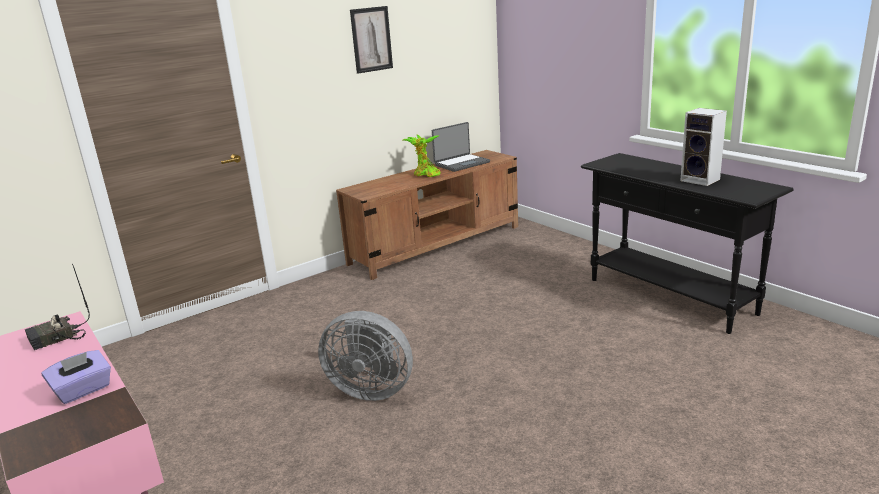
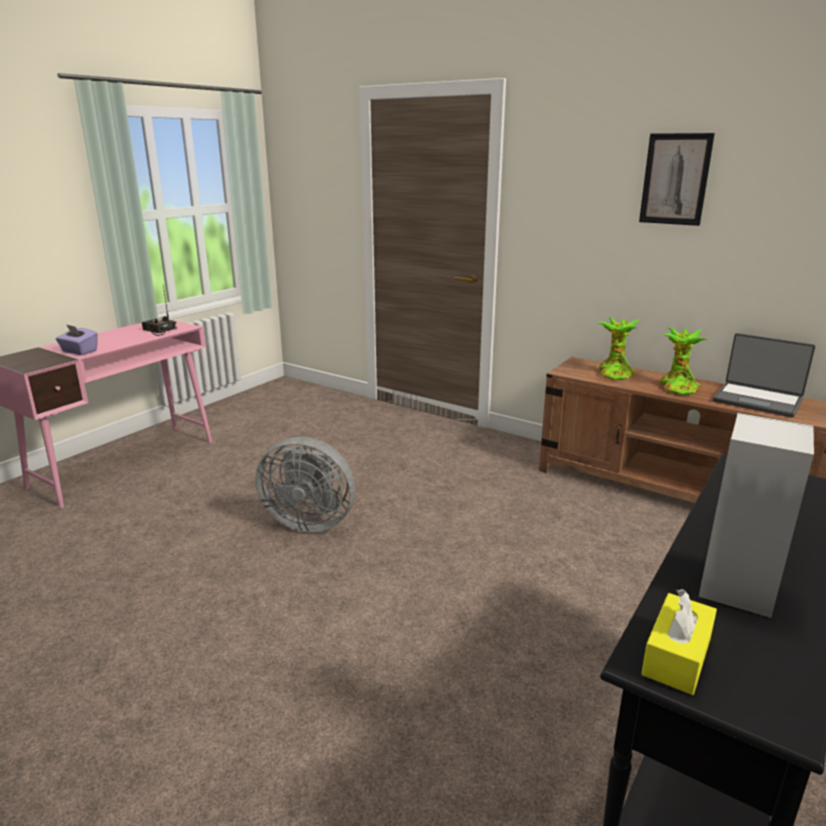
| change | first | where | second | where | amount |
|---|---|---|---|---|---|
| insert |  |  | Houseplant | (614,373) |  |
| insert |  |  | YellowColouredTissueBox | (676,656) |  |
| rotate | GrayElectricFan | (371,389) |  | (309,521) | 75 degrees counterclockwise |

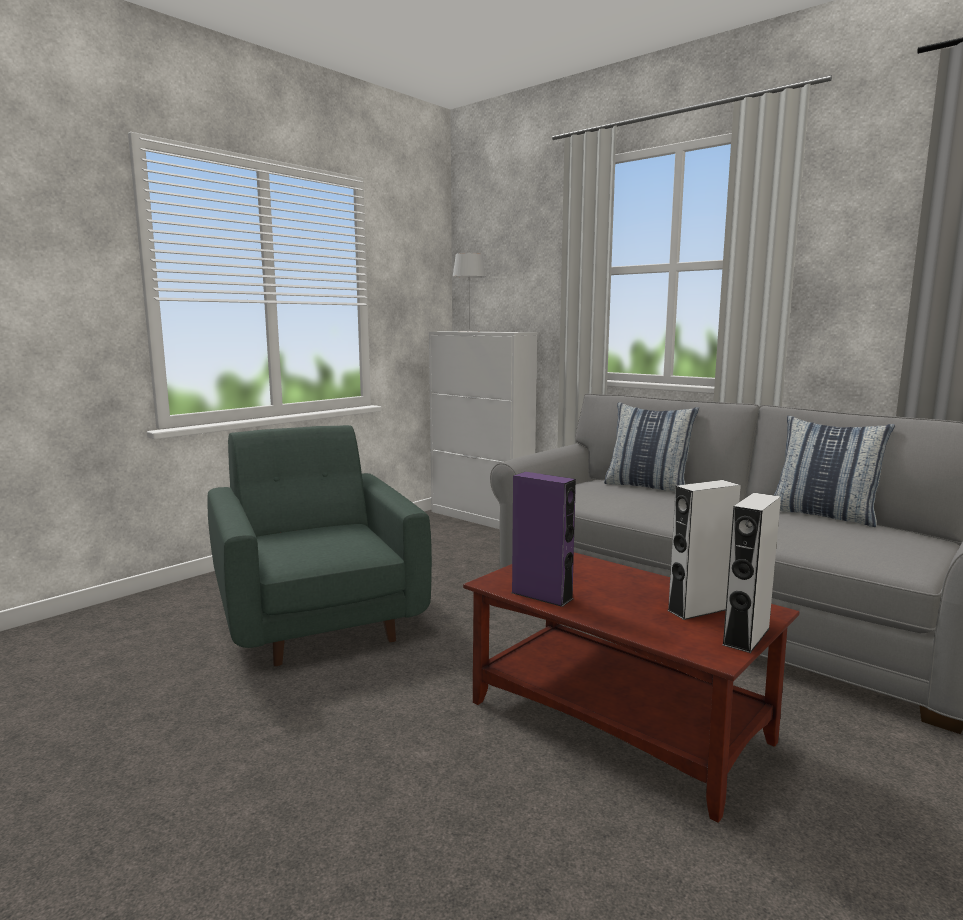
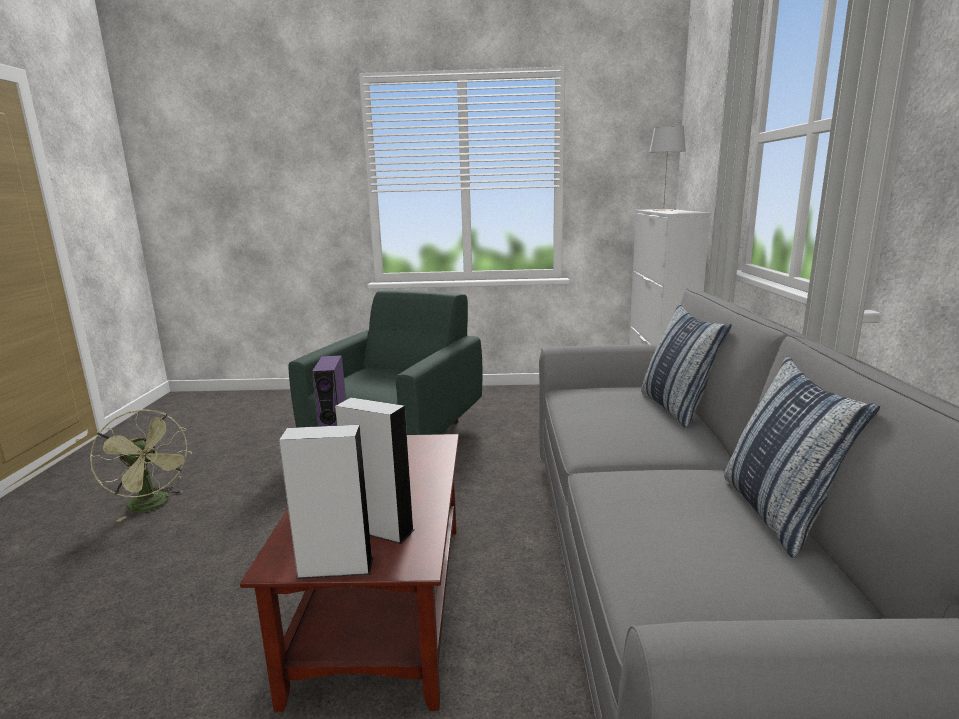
| change | first | where | second | where | amount |
|---|---|---|---|---|---|
| insert |  |  | GreenElectricFan | (154,505) |  |

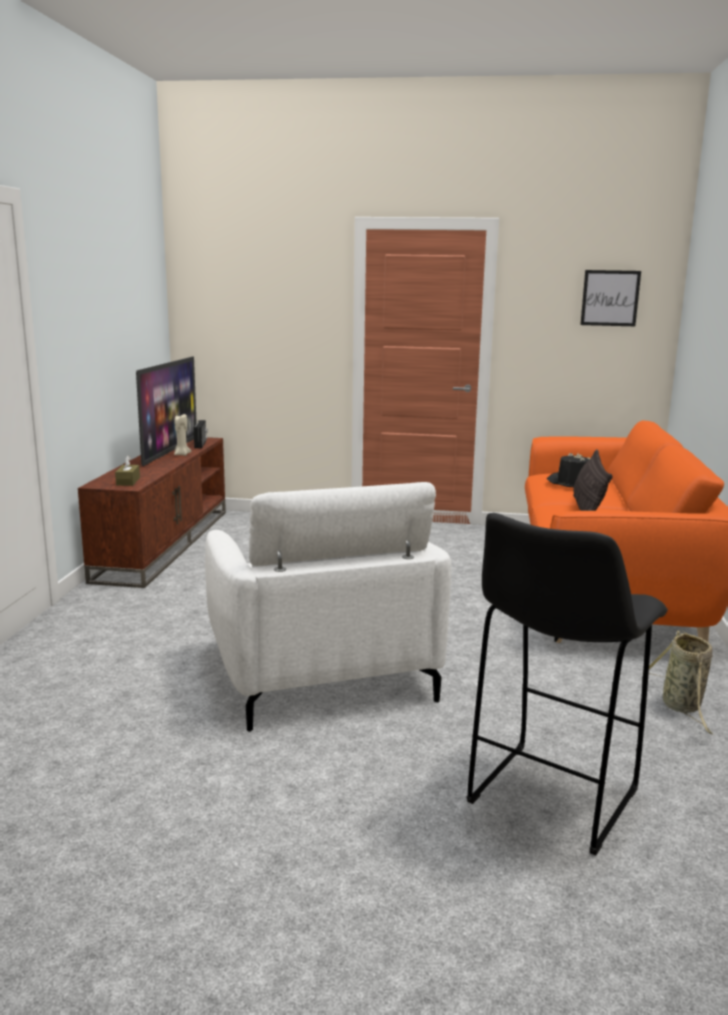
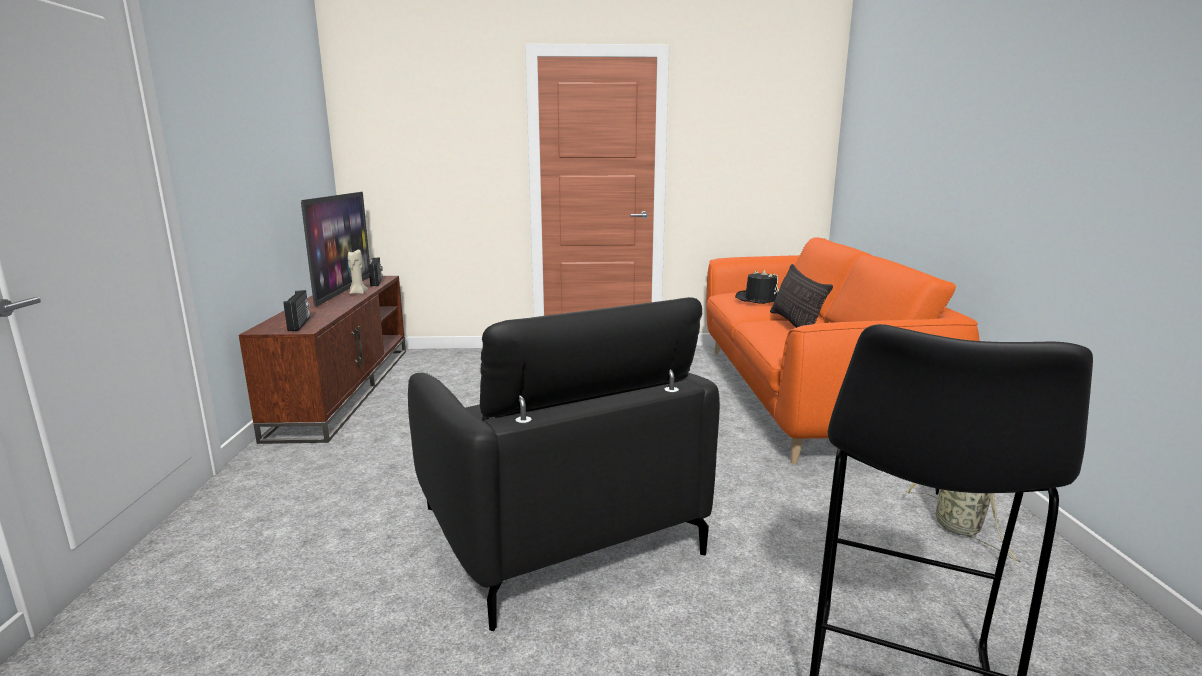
| change | first | where | second | where | amount |
|---|---|---|---|---|---|
| delete | Picture | (610,298) |  |  |  |
| replace | BrownTissueBox | (128,481) | RadioSet | (300,324) |  |
| recolor | WhiteColouredArmchair | (321,671) | BlackColouredArmchair | (557,529) |  |

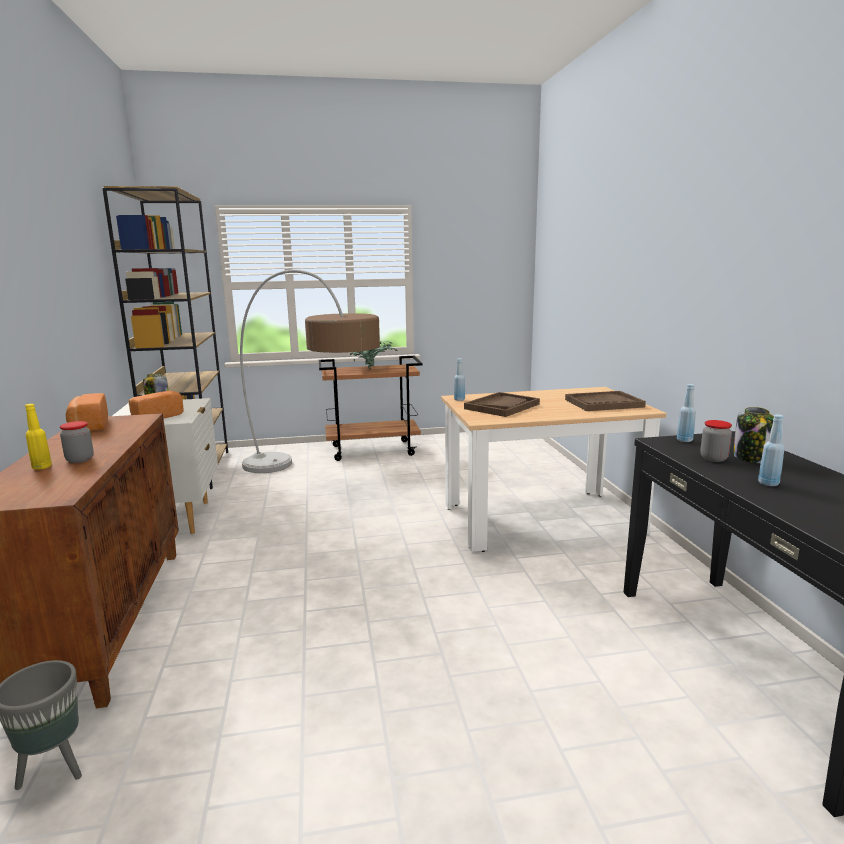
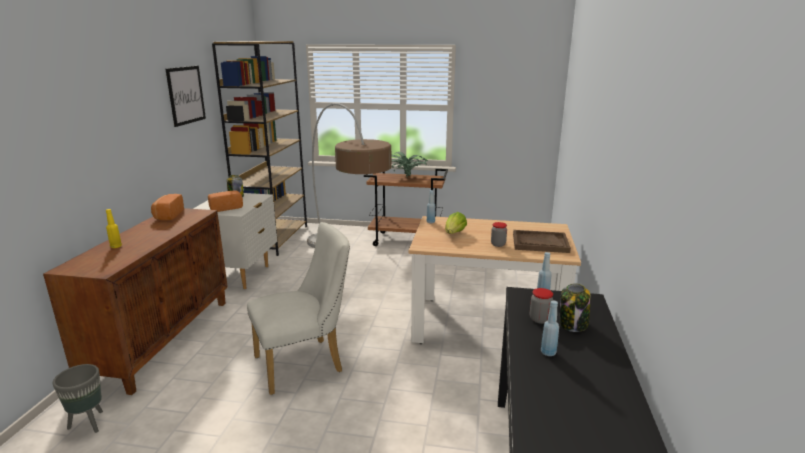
| change | first | where | second | where | amount |
|---|---|---|---|---|---|
| insert |  |  | Picture | (186,95) |  |
| insert |  |  | WhiteColouredChair | (305,363) |  |
| move | StorageJar | (80,459) |  | (498,244) |  |
| replace | BrownCarryingTray | (502,406) | HeadOfLettuce | (454,234) |  |

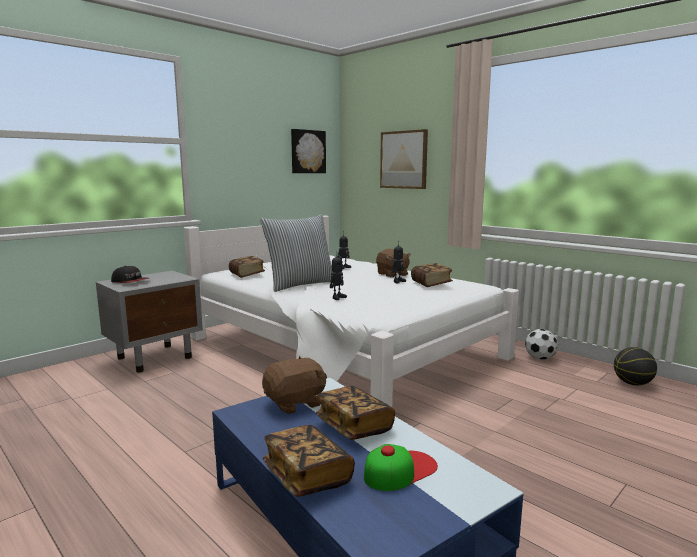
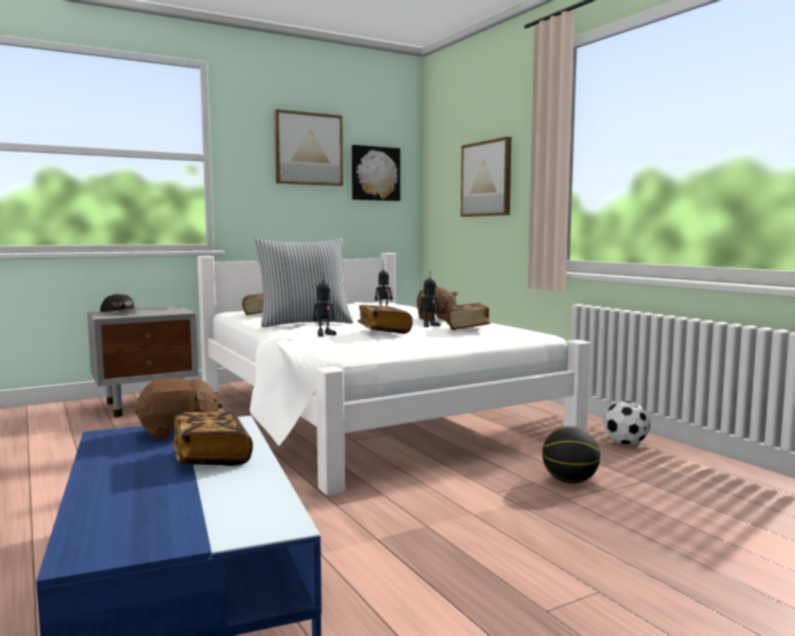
| change | first | where | second | where | amount |
|---|---|---|---|---|---|
| delete | Cap | (400,470) |  |  |  |
| insert |  |  | Picture | (308,149) |  |
| move | Book | (307,476) |  | (384,331) |  |
| move | Basketball | (632,383) |  | (570,481) |  |

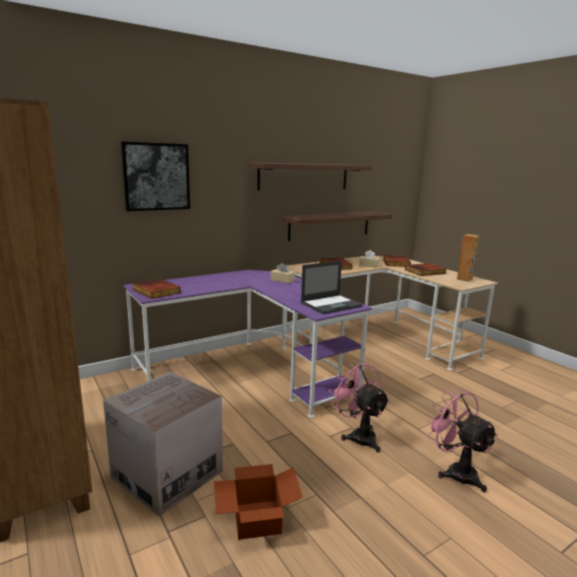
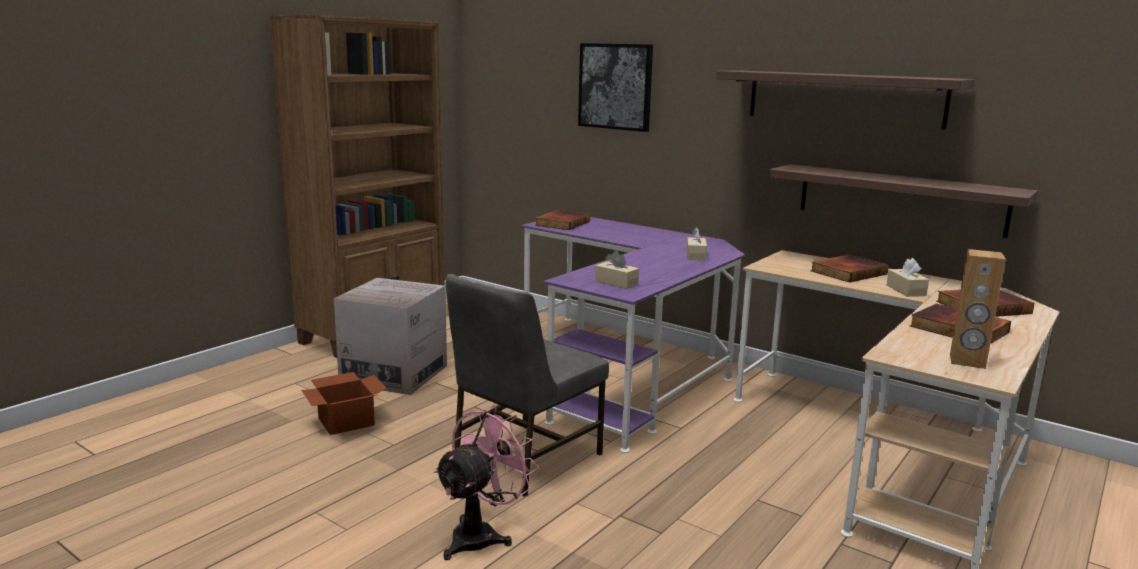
| change | first | where | second | where | amount |
|---|---|---|---|---|---|
| replace | NotebookComputer | (331,304) | BeigeColouredTissueBox | (616,283) |  |
| replace | PinkishElectricFan | (358,435) | GrayChair | (524,458) |  |

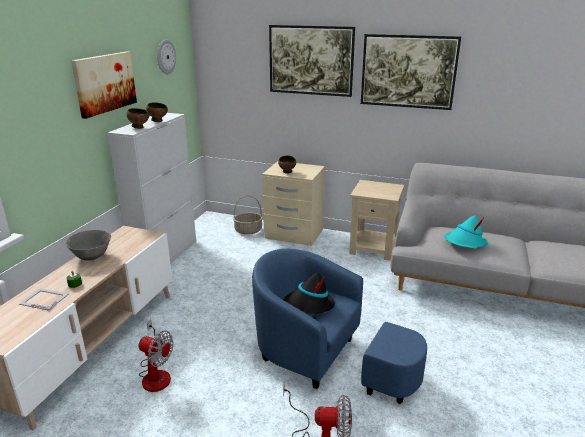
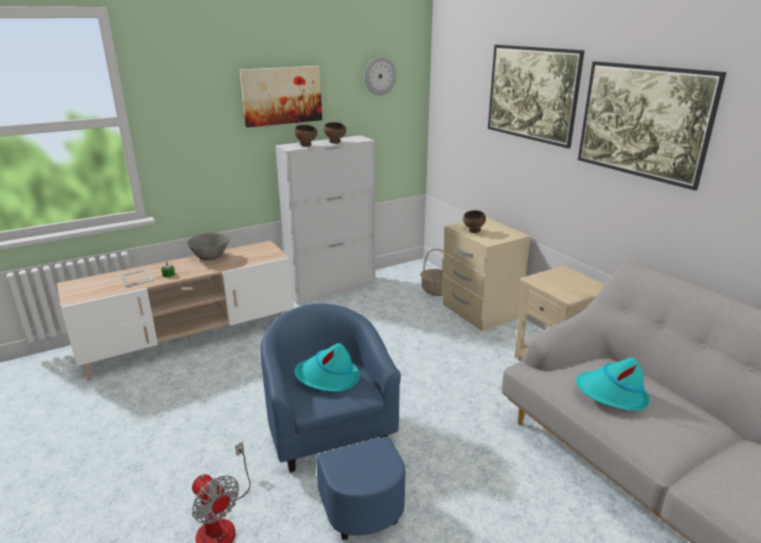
| change | first | where | second | where | amount |
|---|---|---|---|---|---|
| delete | ElectricFan | (156,374) |  |  |  |
| recolor | BlackColouredWearableHat | (308,305) | BlueGreenWearableHat | (327,378) |  |

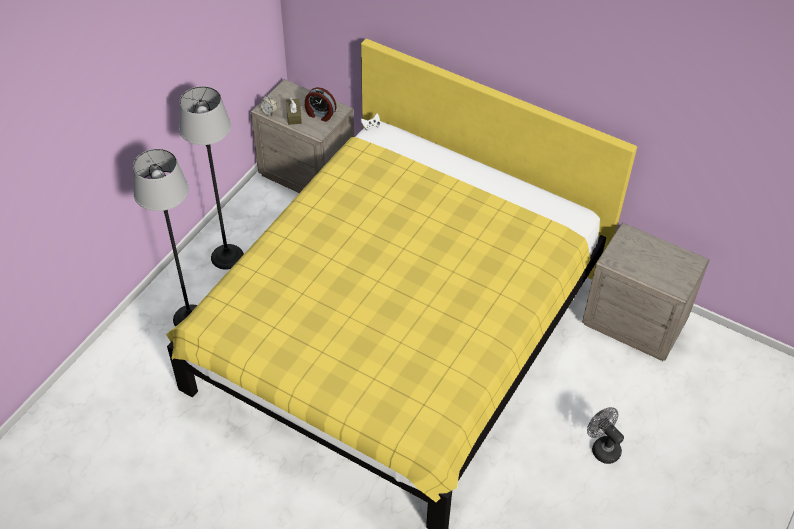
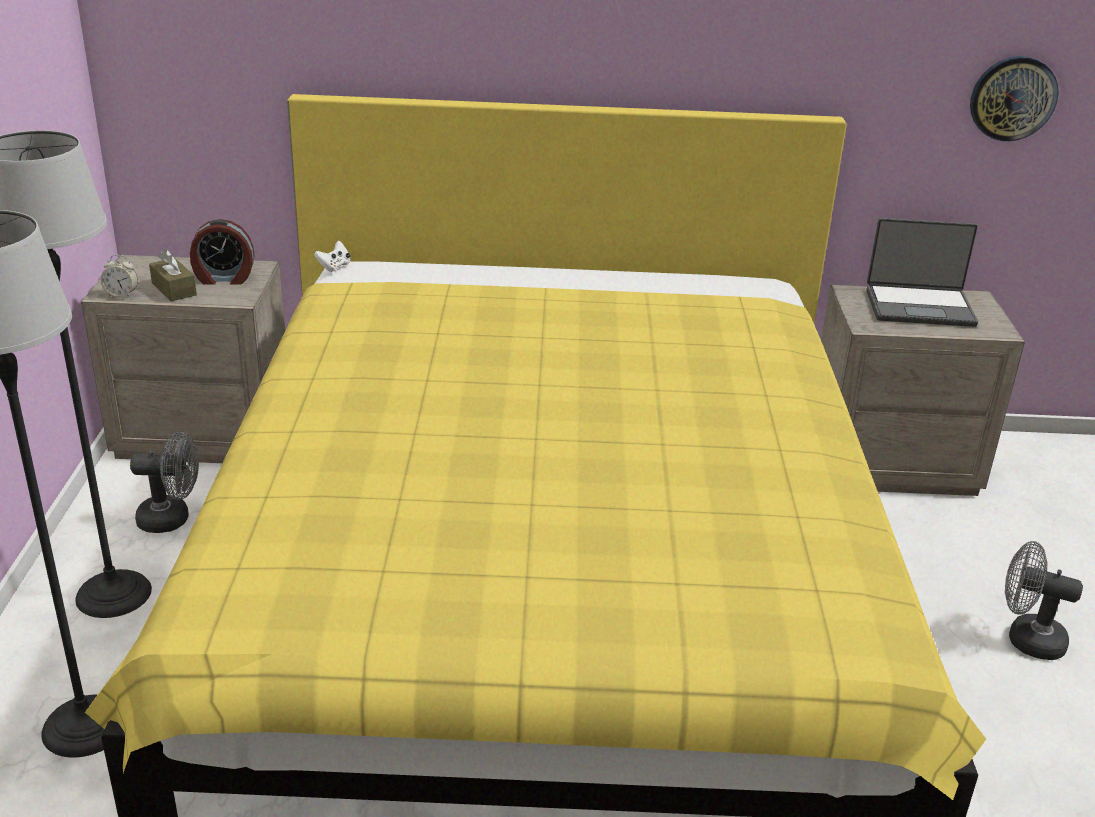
| change | first | where | second | where | amount |
|---|---|---|---|---|---|
| insert |  |  | GrayElectricFan | (172,519) |  |
| insert |  |  | NotebookComputer | (919,306) |  |
| insert |  |  | WallClock | (1012,98) |  |

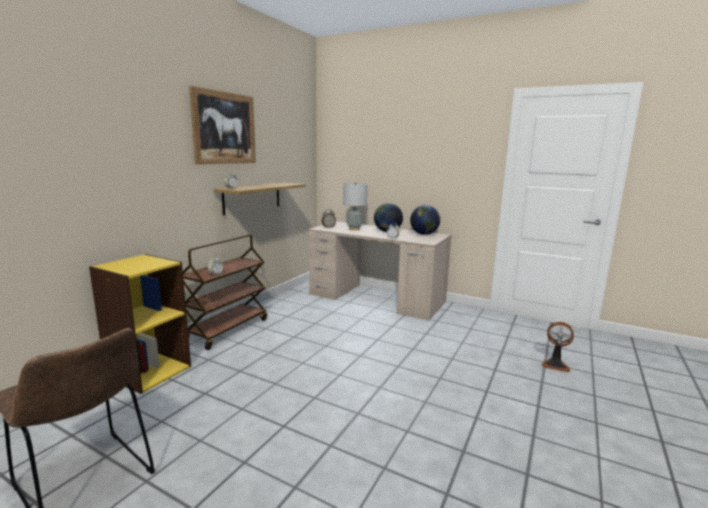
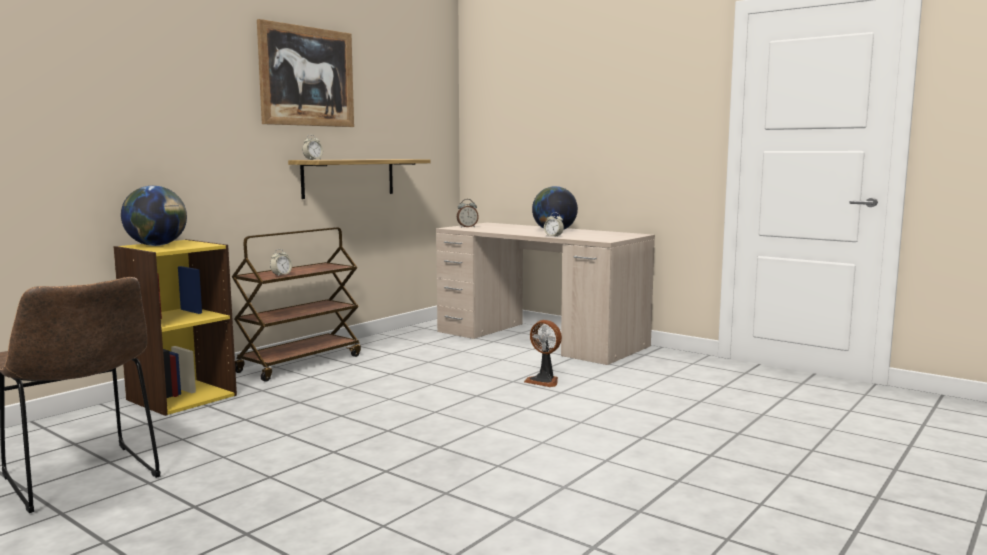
| change | first | where | second | where | amount |
|---|---|---|---|---|---|
| delete | GrayTableLamp | (354,229) |  |  |  |
| move | DeskGlobe | (424,234) |  | (157,245) |  |
| move | ElectricFan | (555,365) |  | (544,381) |  |

